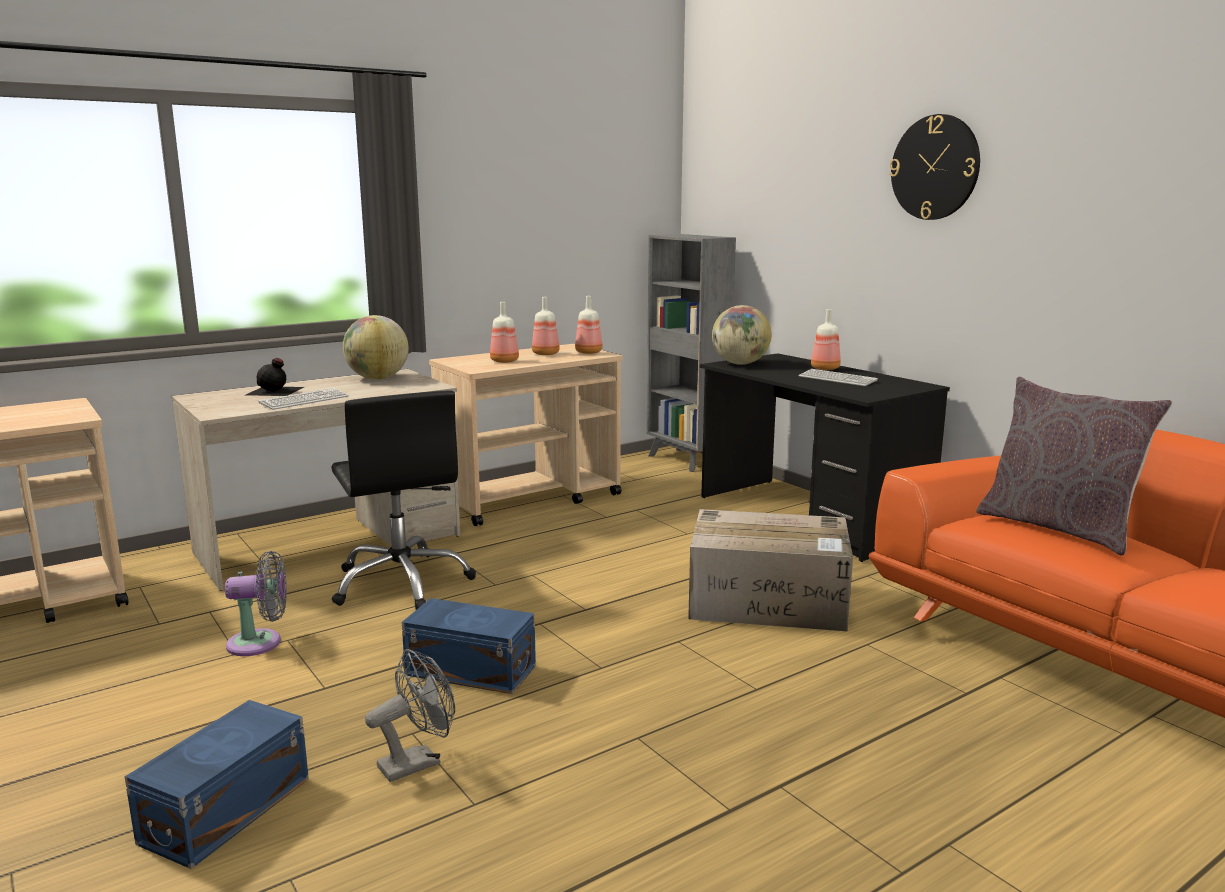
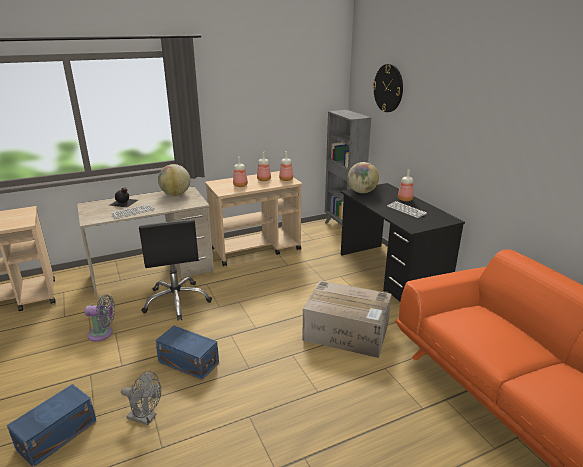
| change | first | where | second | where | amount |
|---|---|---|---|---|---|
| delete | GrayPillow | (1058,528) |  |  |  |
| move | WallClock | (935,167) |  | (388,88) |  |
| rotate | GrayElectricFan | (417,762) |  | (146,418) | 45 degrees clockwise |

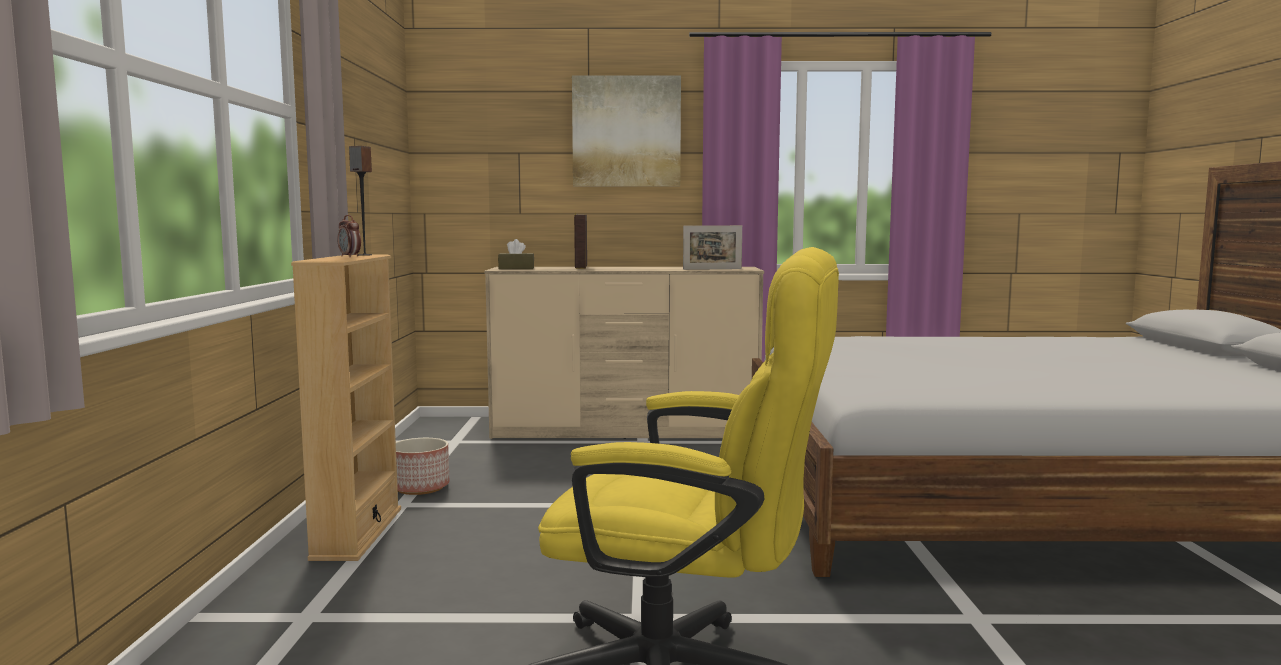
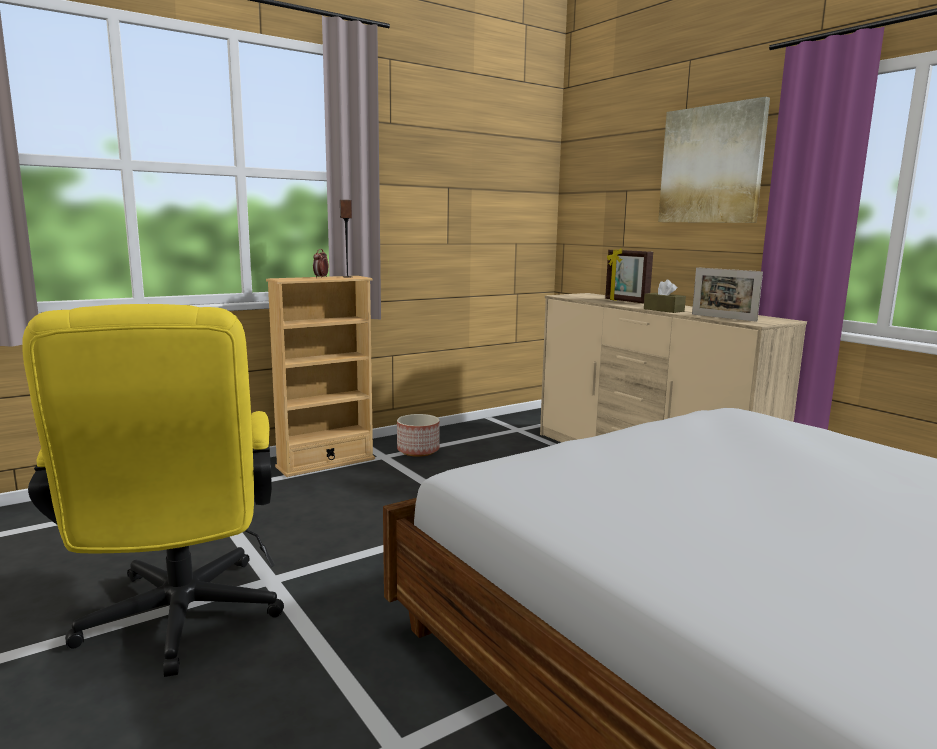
| change | first | where | second | where | amount |
|---|---|---|---|---|---|
| move | BrownTissueBox | (516,268) |  | (663,310) |  |
| rotate | StandingFrame | (580,268) |  | (626,301) | 90 degrees counterclockwise |

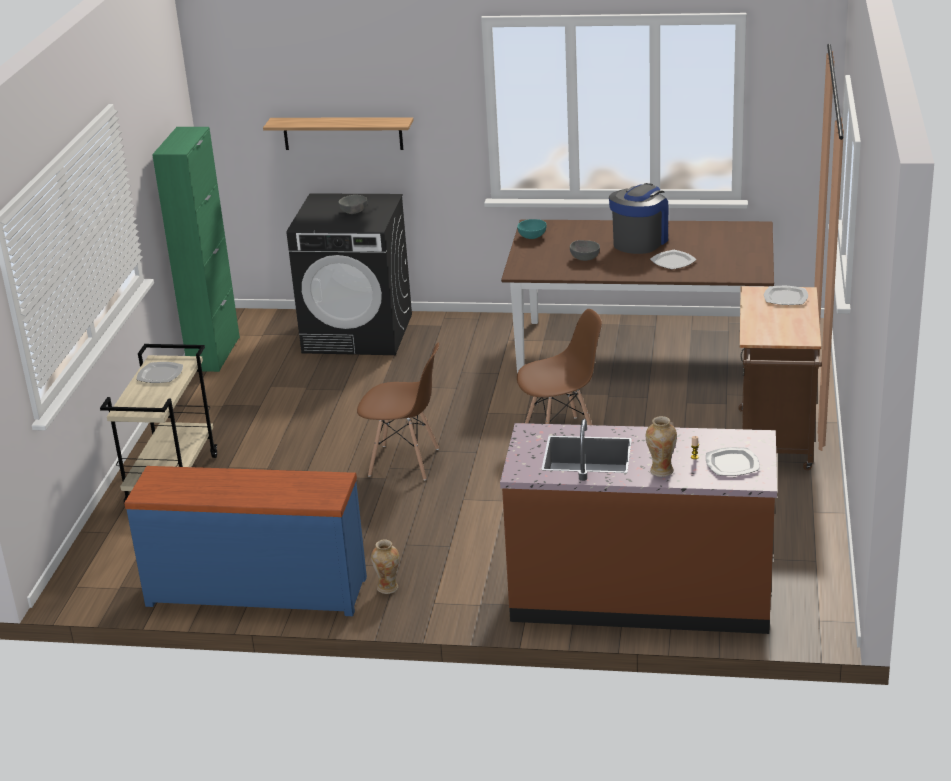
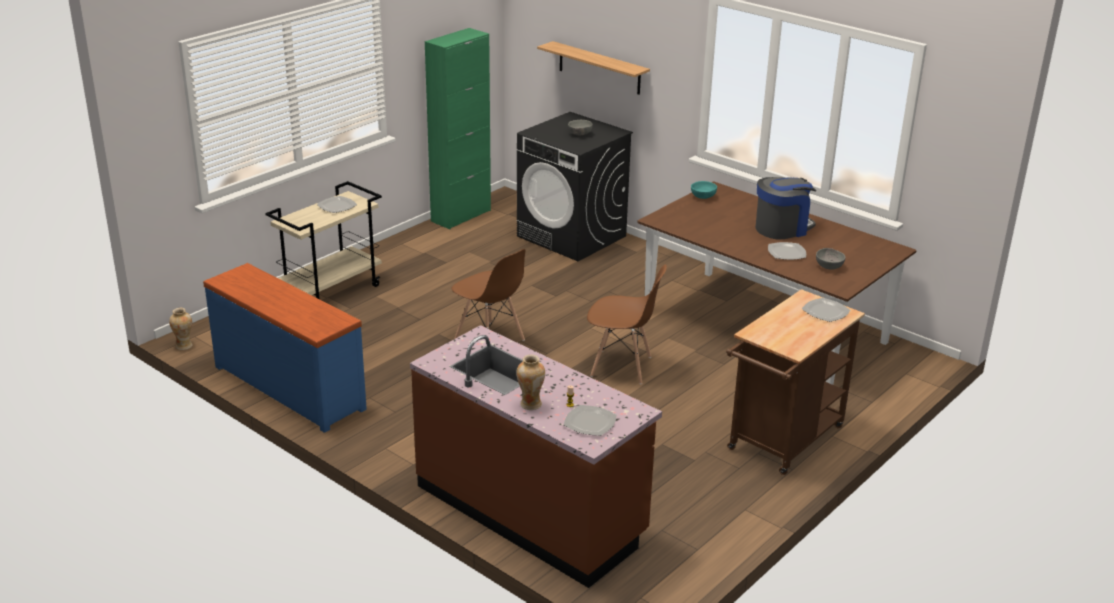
| change | first | where | second | where | amount |
|---|---|---|---|---|---|
| move | DecorativeVase | (388,588) |  | (184,346) |  |
| move | GrayBowl | (585,258) |  | (829,267) |  |

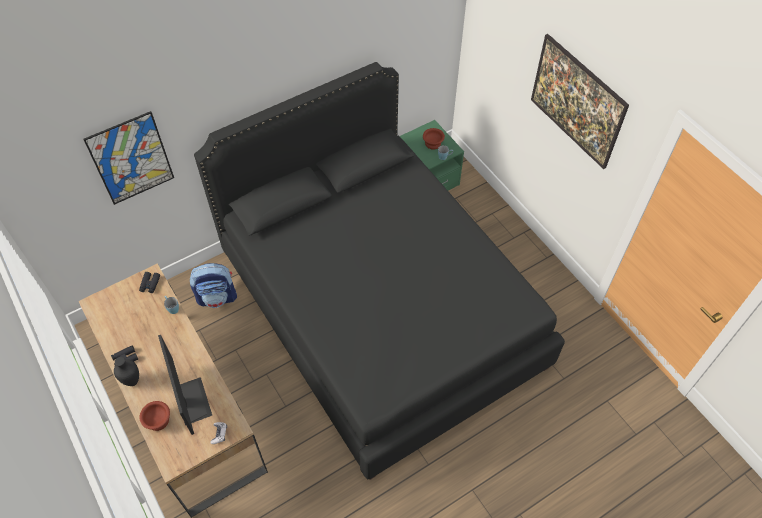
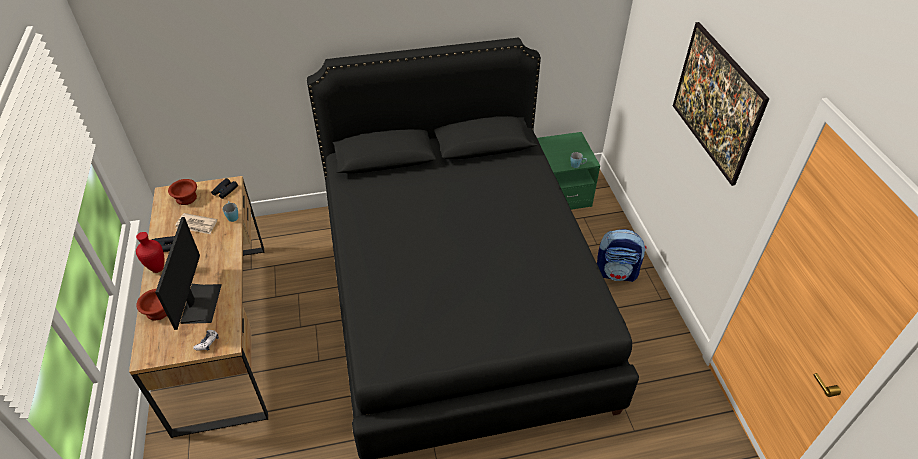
| change | first | where | second | where | amount |
|---|---|---|---|---|---|
| delete | Picture | (131,159) |  |  |  |
| insert |  |  | PrintedPaper | (197,225) |  |
| move | Rucksack | (217,297) |  | (616,273) |  |
| move | BrownBowl | (432,143) |  | (186,197) |  |
| recolor | BlackColouredDecorativeVase | (132,381) | RedDecorativeVase | (157,268) |  |

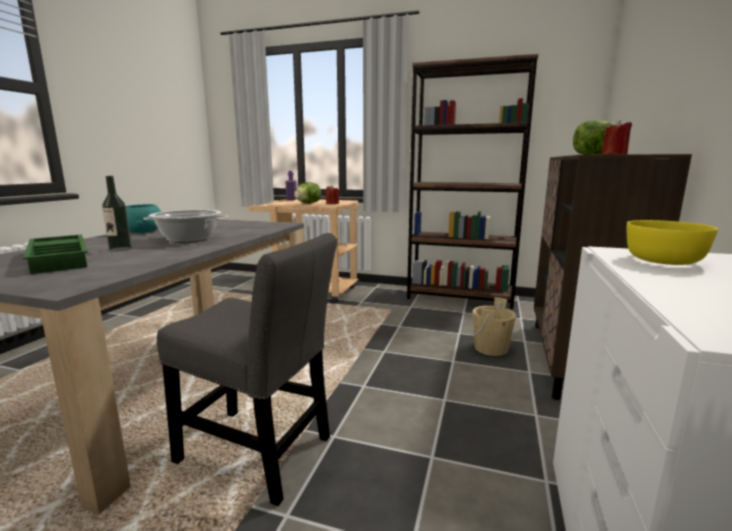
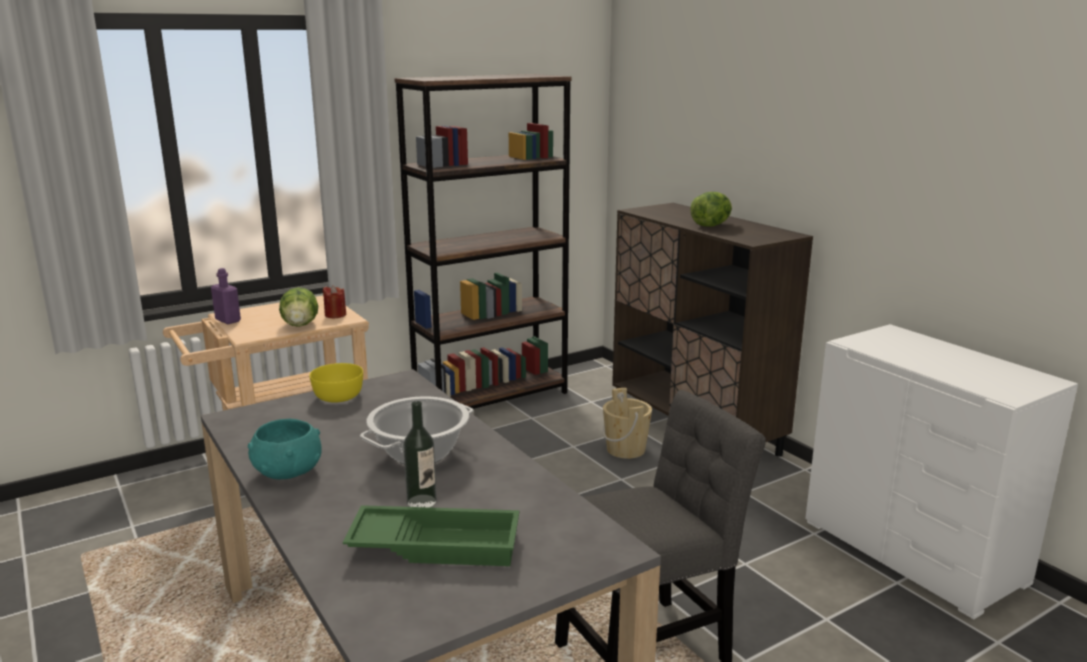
| change | first | where | second | where | amount |
|---|---|---|---|---|---|
| delete | RedCandle | (614,154) |  |  |  |
| move | YellowColouredBowl | (662,260) |  | (337,396) |  |

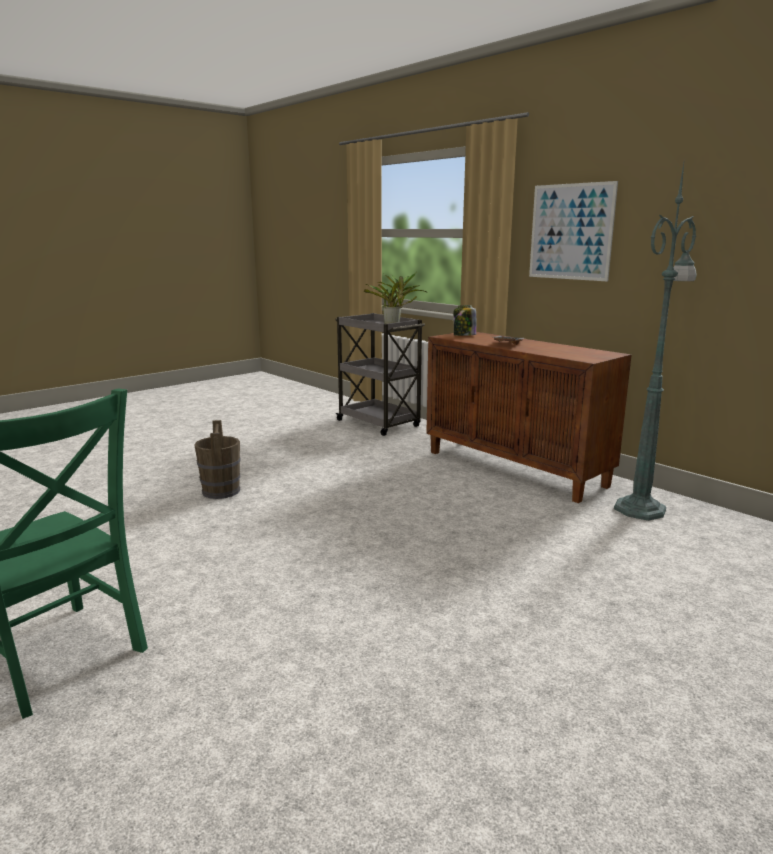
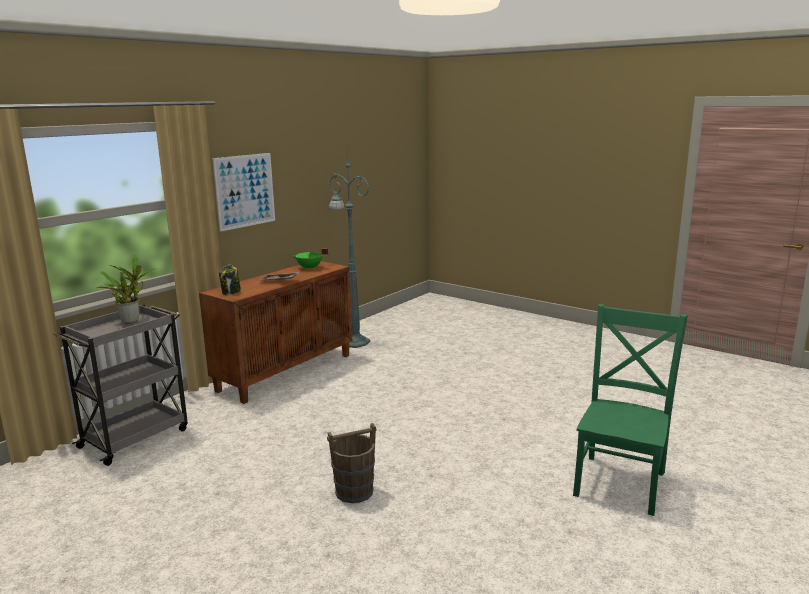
| change | first | where | second | where | amount |
|---|---|---|---|---|---|
| insert |  |  | GreenSaucepot | (309,268) |  |

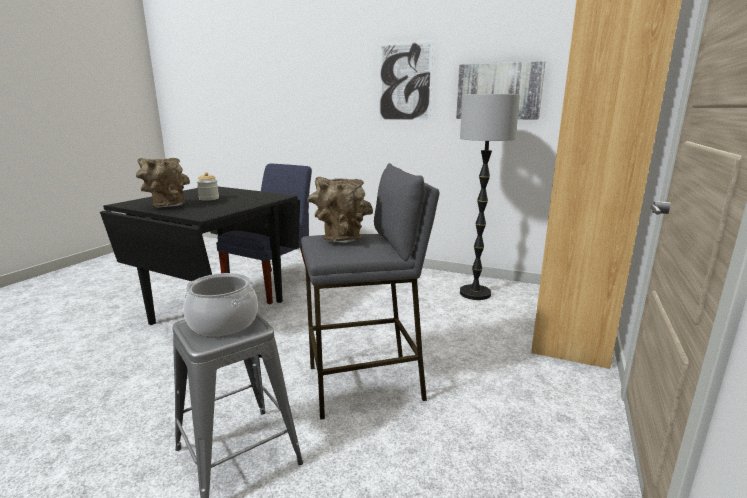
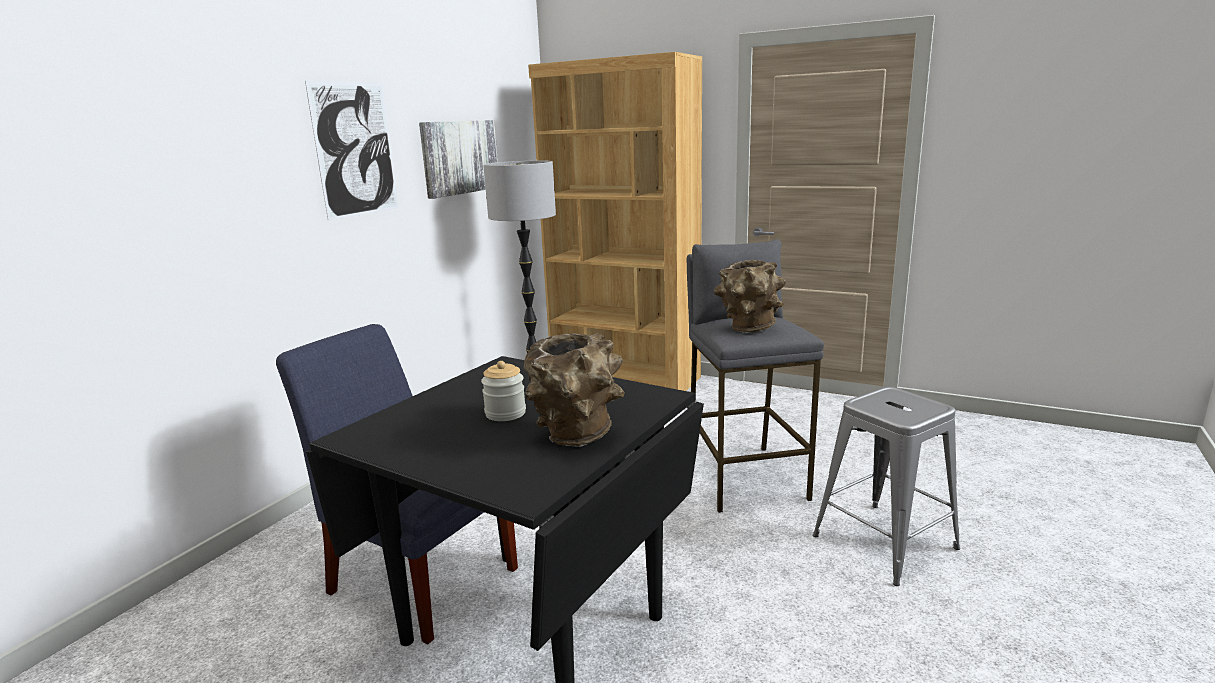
| change | first | where | second | where | amount |
|---|---|---|---|---|---|
| delete | Saucepot | (223,323) |  |  |  |

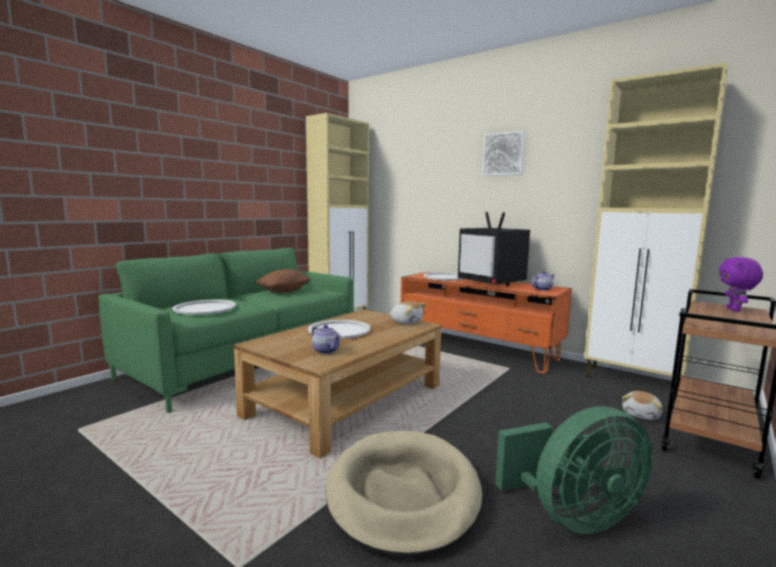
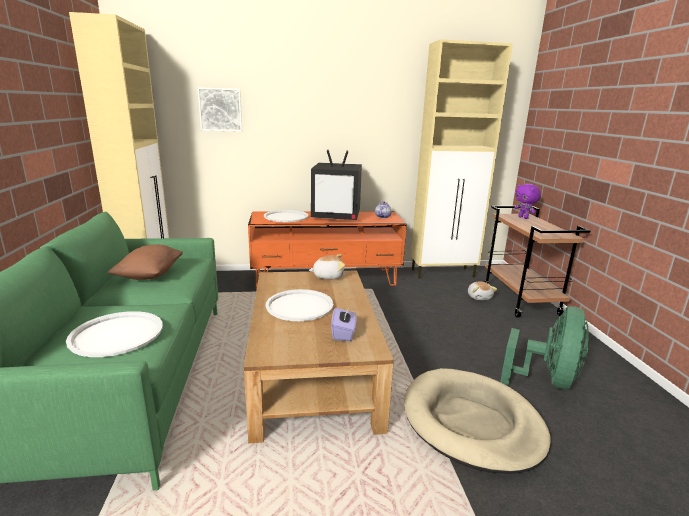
| change | first | where | second | where | amount |
|---|---|---|---|---|---|
| move | Picture | (504,154) |  | (220,109) |  |
| replace | Teapot | (326,350) | PurpleColouredTissueBox | (343,333) |  |

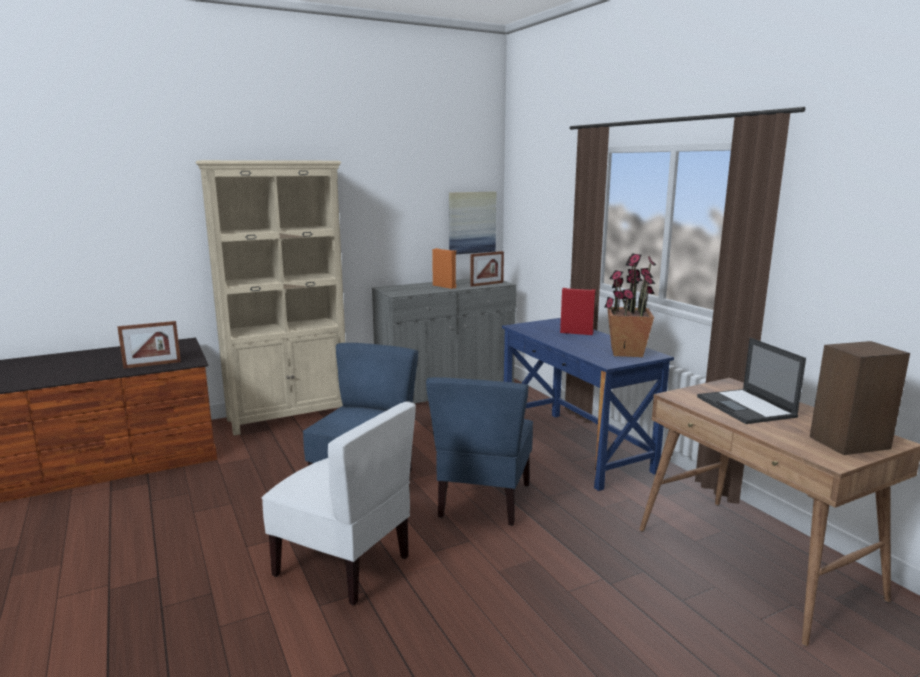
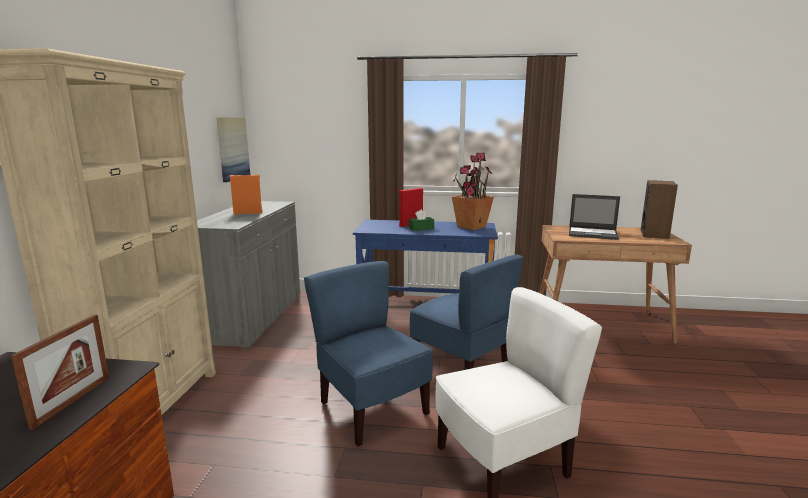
| change | first | where | second | where | amount |
|---|---|---|---|---|---|
| delete | StandingFrame | (487,284) |  |  |  |
| insert |  |  | GreenTissueBox | (421,228) |  |

